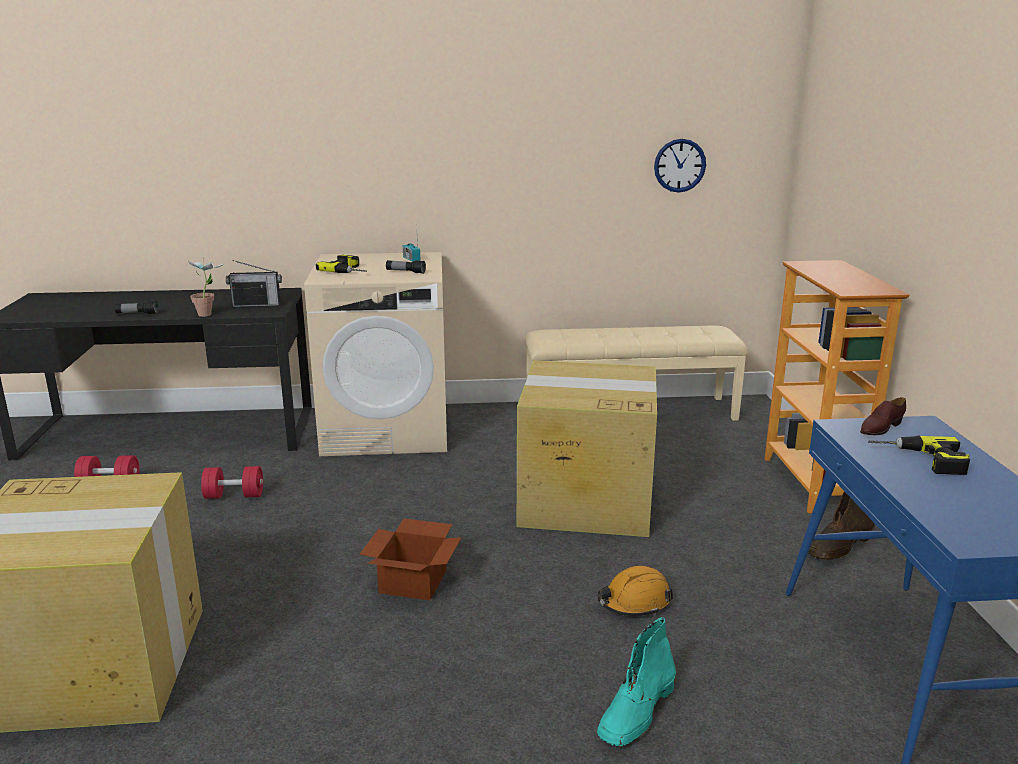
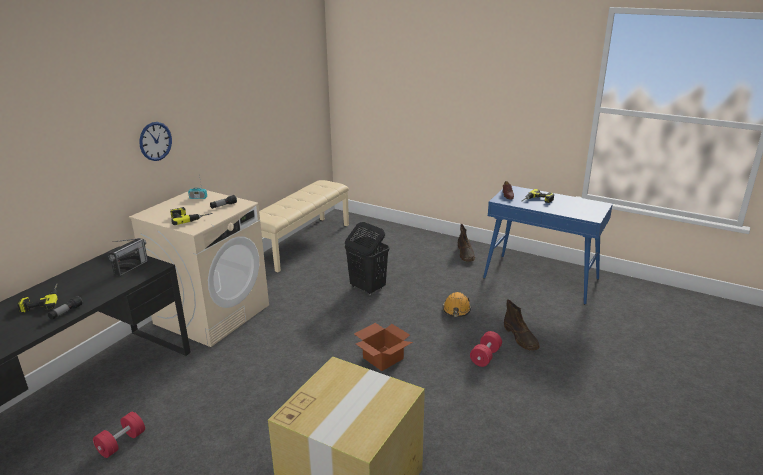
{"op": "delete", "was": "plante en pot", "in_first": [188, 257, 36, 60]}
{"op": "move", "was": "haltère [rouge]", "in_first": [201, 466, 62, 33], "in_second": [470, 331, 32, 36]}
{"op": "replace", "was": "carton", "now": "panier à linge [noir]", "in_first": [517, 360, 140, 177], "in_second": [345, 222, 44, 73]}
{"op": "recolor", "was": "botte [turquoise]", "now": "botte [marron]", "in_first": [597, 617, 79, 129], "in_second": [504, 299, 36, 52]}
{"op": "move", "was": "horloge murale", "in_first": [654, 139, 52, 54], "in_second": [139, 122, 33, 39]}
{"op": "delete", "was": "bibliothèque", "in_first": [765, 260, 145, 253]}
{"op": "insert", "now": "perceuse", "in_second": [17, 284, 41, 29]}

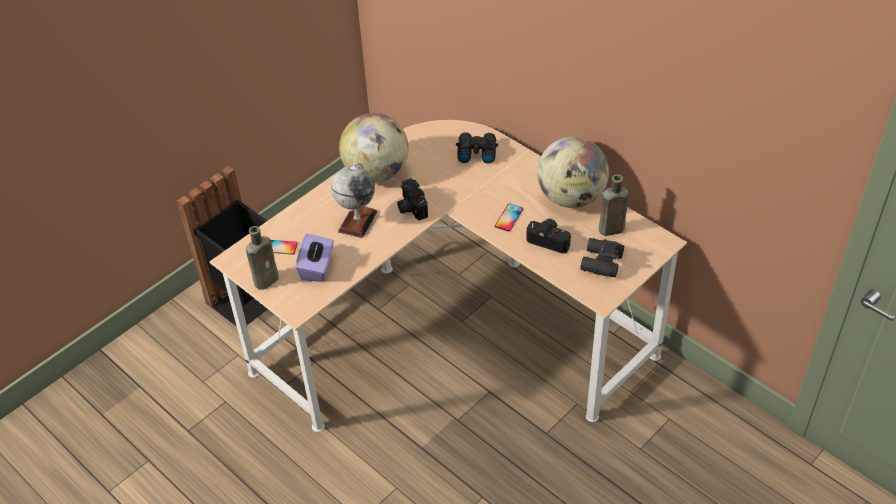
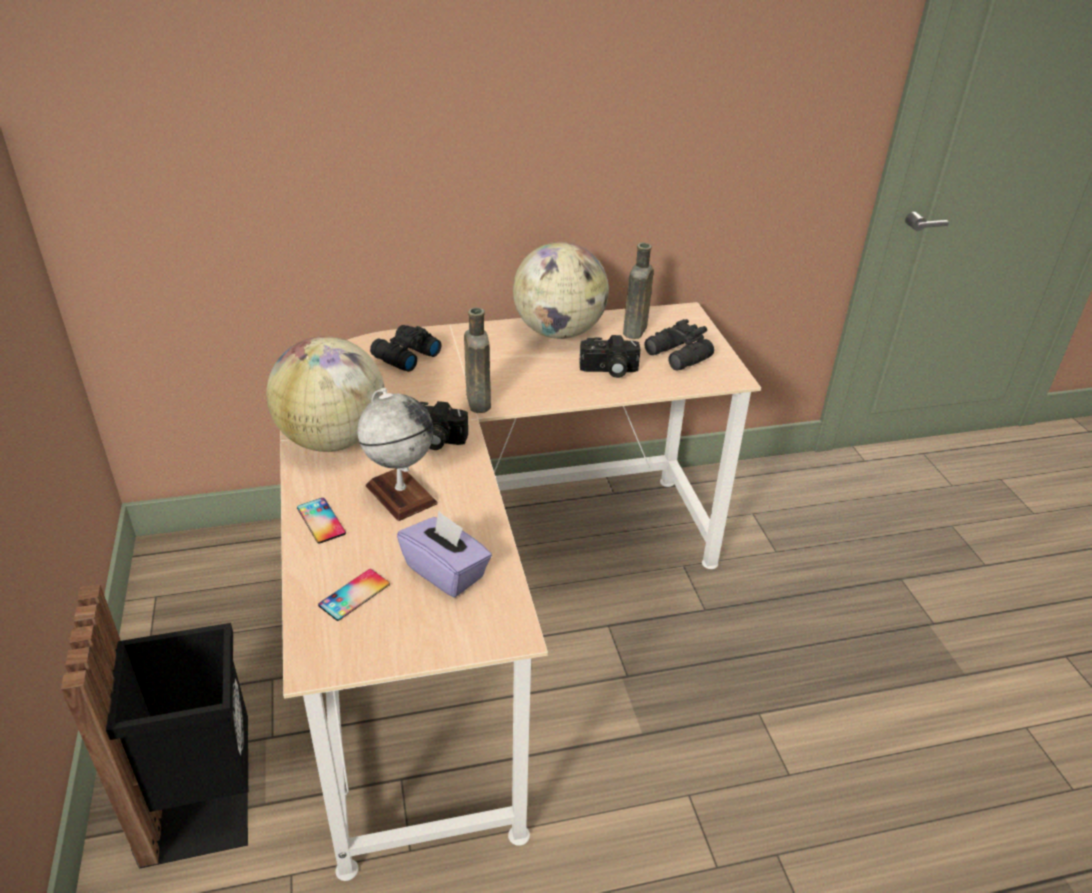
{"op": "move", "was": "bouteille [marron]", "in_first": [246, 226, 32, 63], "in_second": [464, 307, 27, 106]}
{"op": "move", "was": "téléphone", "in_first": [495, 203, 28, 29], "in_second": [297, 498, 49, 46]}
{"op": "rotate", "was": "appareil photo", "in_first": [526, 219, 45, 34], "in_second": [579, 335, 61, 43], "clockwise": -150}

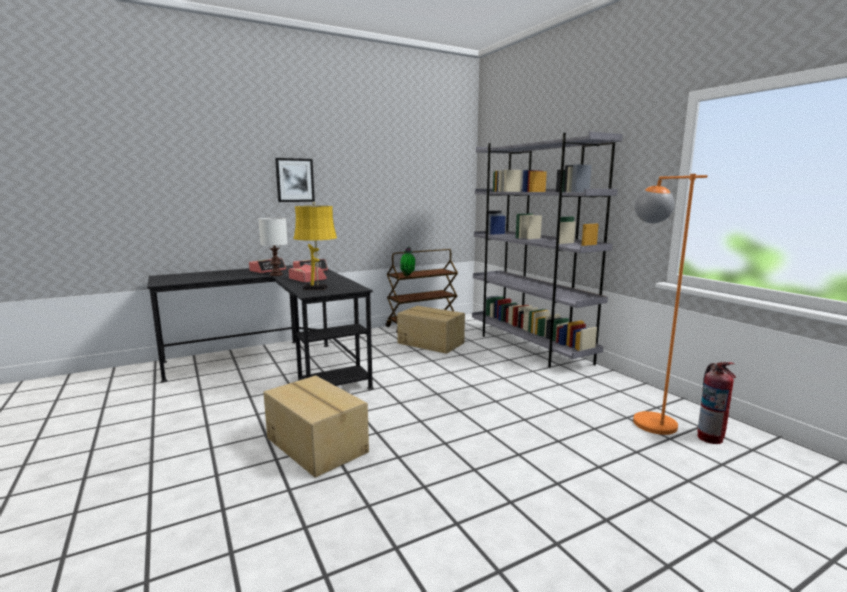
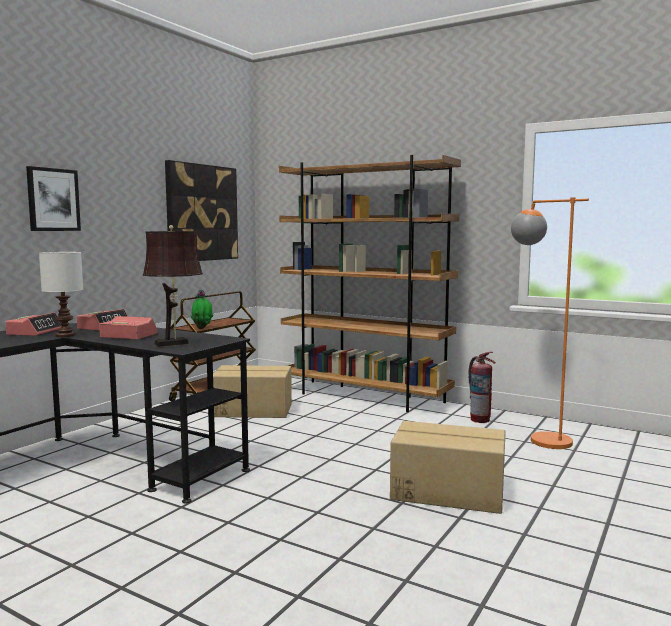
{"op": "move", "was": "carton", "in_first": [263, 375, 106, 103], "in_second": [390, 421, 116, 93]}
{"op": "recolor", "was": "lampe de table [jaune]", "now": "lampe de table [marron]", "in_first": [293, 202, 44, 88], "in_second": [143, 225, 60, 122]}
{"op": "recolor", "was": "bibliothèque [gris]", "now": "bibliothèque [marron]", "in_first": [472, 131, 151, 236], "in_second": [279, 155, 182, 257]}
{"op": "move", "was": "extincteur", "in_first": [698, 362, 38, 82], "in_second": [468, 352, 28, 71]}
{"op": "insert", "now": "tableau", "in_second": [165, 160, 73, 101]}

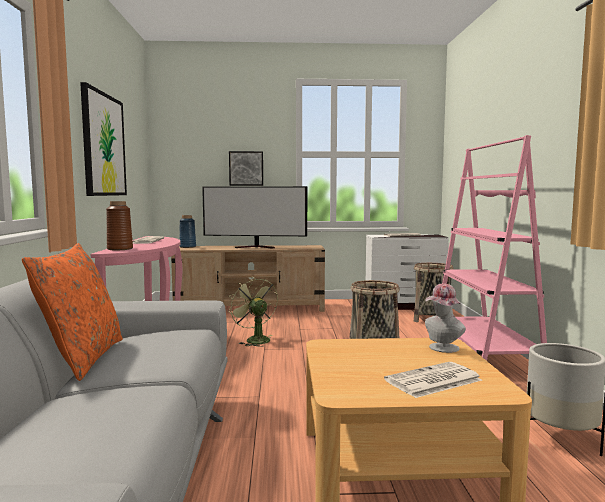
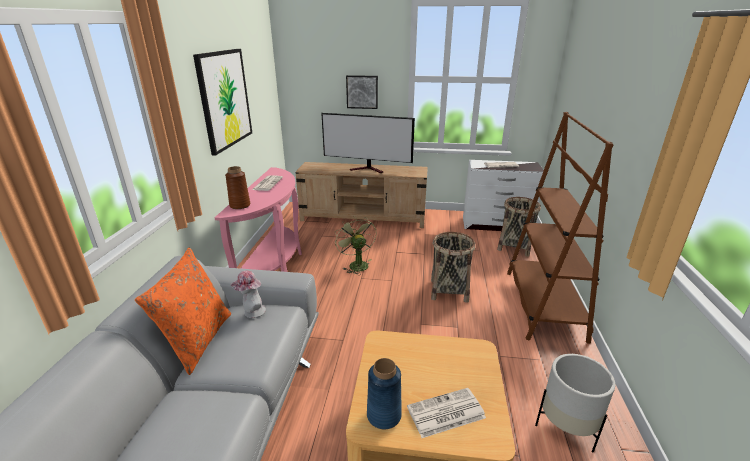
{"op": "move", "was": "vase [bleu]", "in_first": [179, 215, 17, 33], "in_second": [367, 358, 35, 71]}
{"op": "move", "was": "chapeau", "in_first": [425, 283, 41, 70], "in_second": [230, 271, 36, 47]}
{"op": "recolor", "was": "bibliothèque [rose]", "now": "bibliothèque [marron]", "in_first": [442, 135, 105, 226], "in_second": [507, 112, 106, 231]}

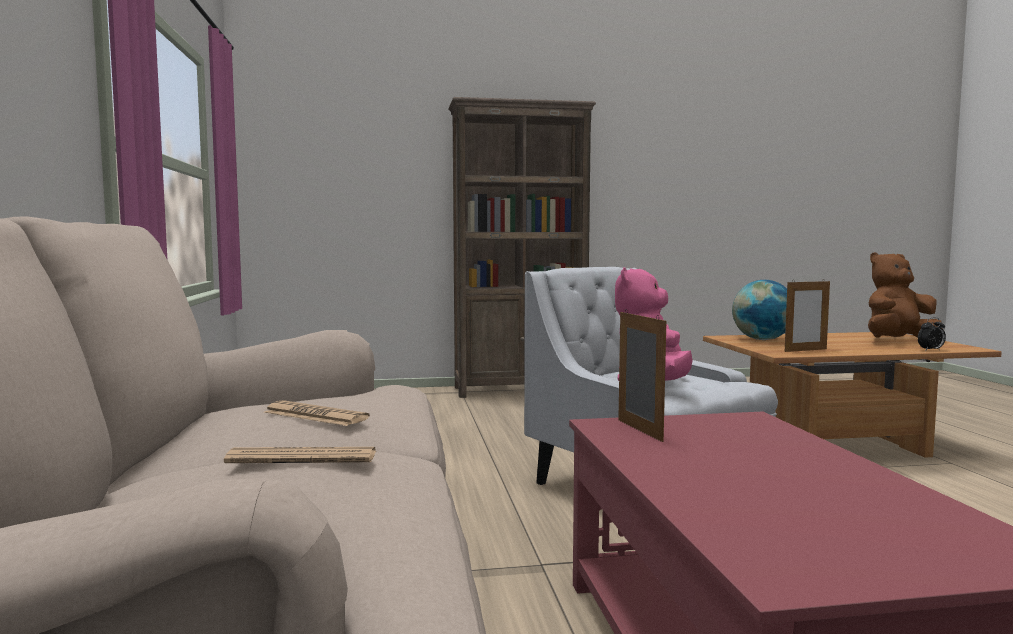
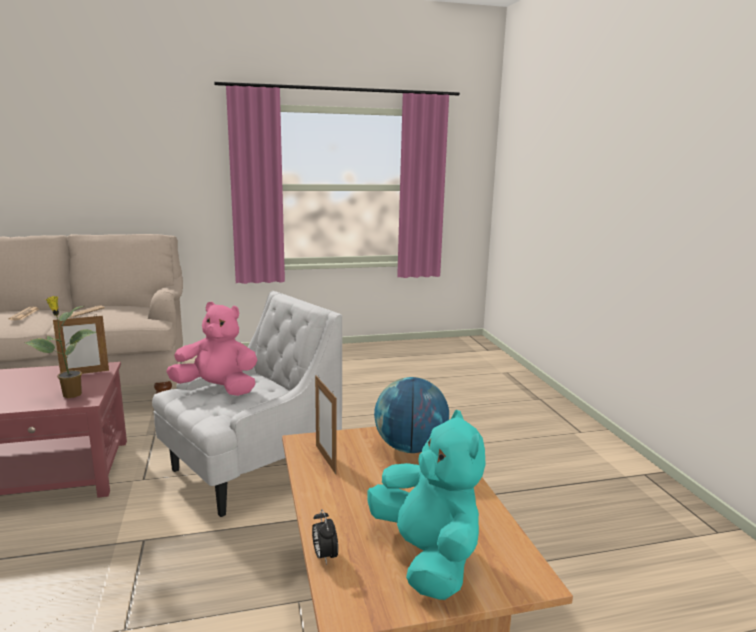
{"op": "delete", "was": "bibliothèque [marron]", "in_first": [448, 97, 148, 301]}
{"op": "recolor", "was": "peluche [marron]", "now": "peluche [turquoise]", "in_first": [868, 252, 75, 86], "in_second": [367, 410, 119, 190]}
{"op": "insert", "now": "plante en pot", "in_second": [25, 296, 72, 102]}

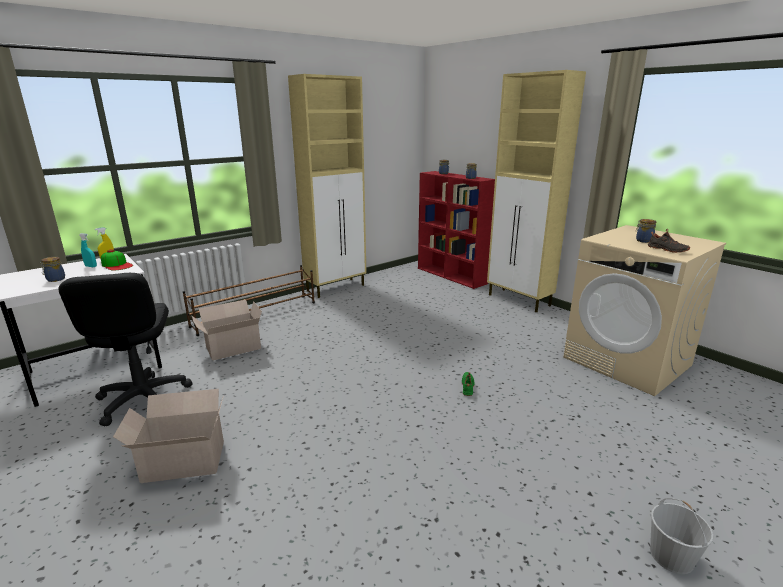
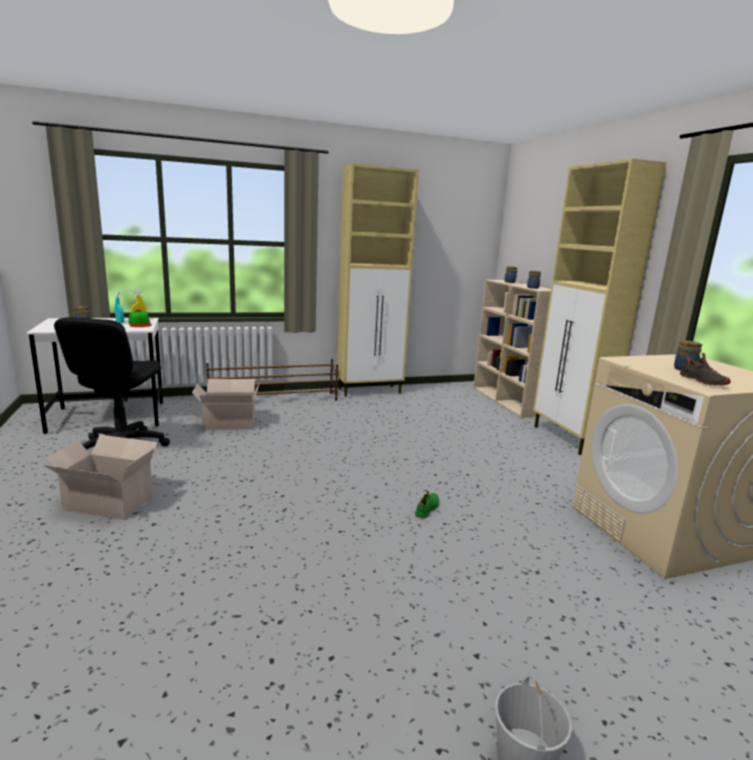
{"op": "recolor", "was": "bibliothèque [rouge]", "now": "bibliothèque [beige]", "in_first": [418, 171, 77, 118], "in_second": [473, 280, 78, 138]}

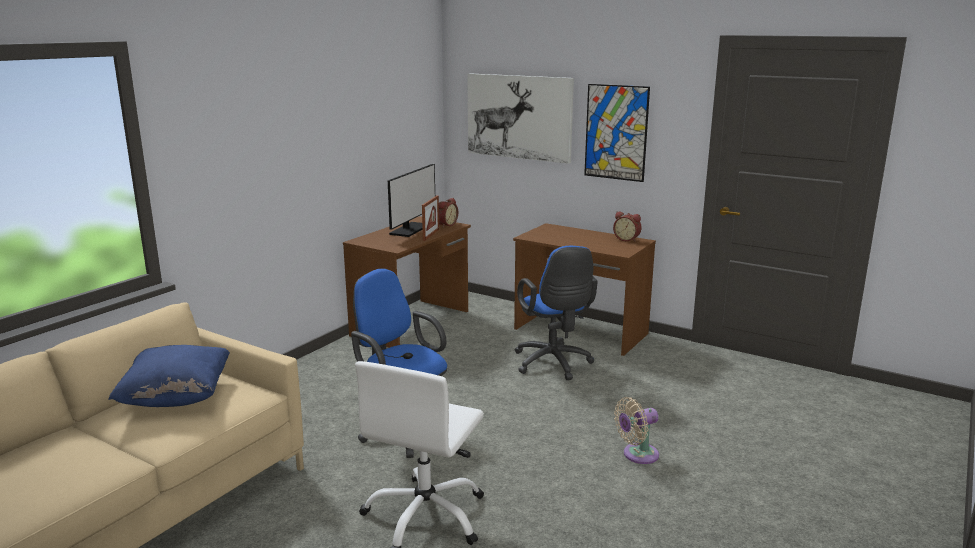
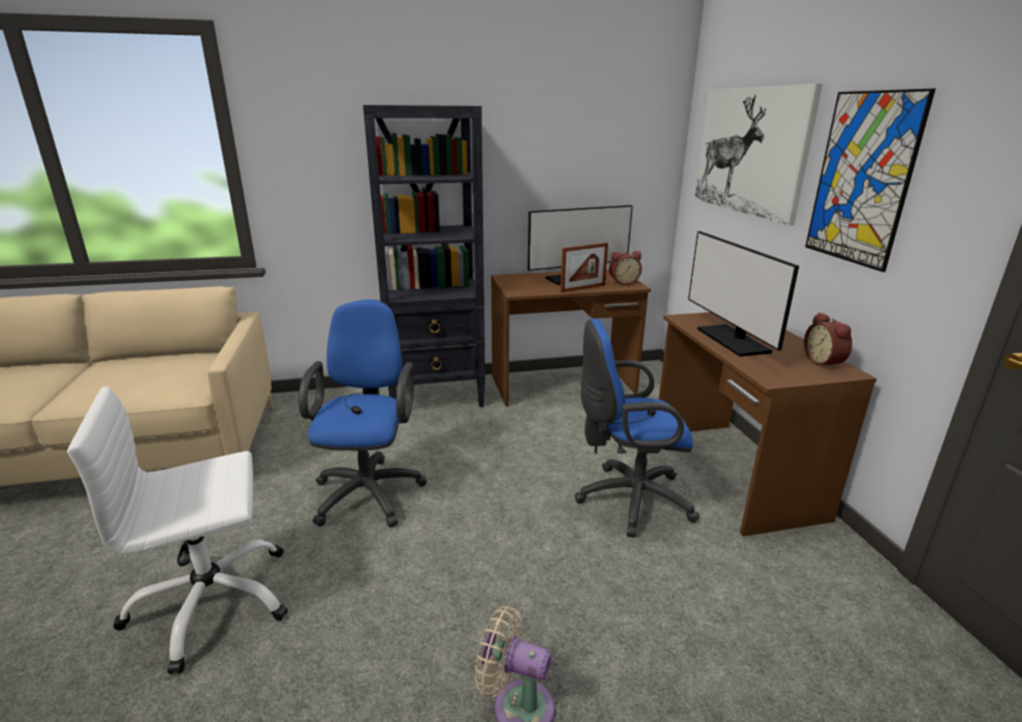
{"op": "delete", "was": "coussin [bleu]", "in_first": [108, 345, 122, 62]}
{"op": "rotate", "was": "chaise de bureau [bleu]", "in_first": [514, 246, 84, 134], "in_second": [575, 319, 124, 218], "clockwise": 60}
{"op": "insert", "now": "bibliothèque [noir]", "in_second": [363, 105, 122, 302]}
{"op": "insert", "now": "écran d'ordinateur", "in_second": [688, 231, 111, 126]}

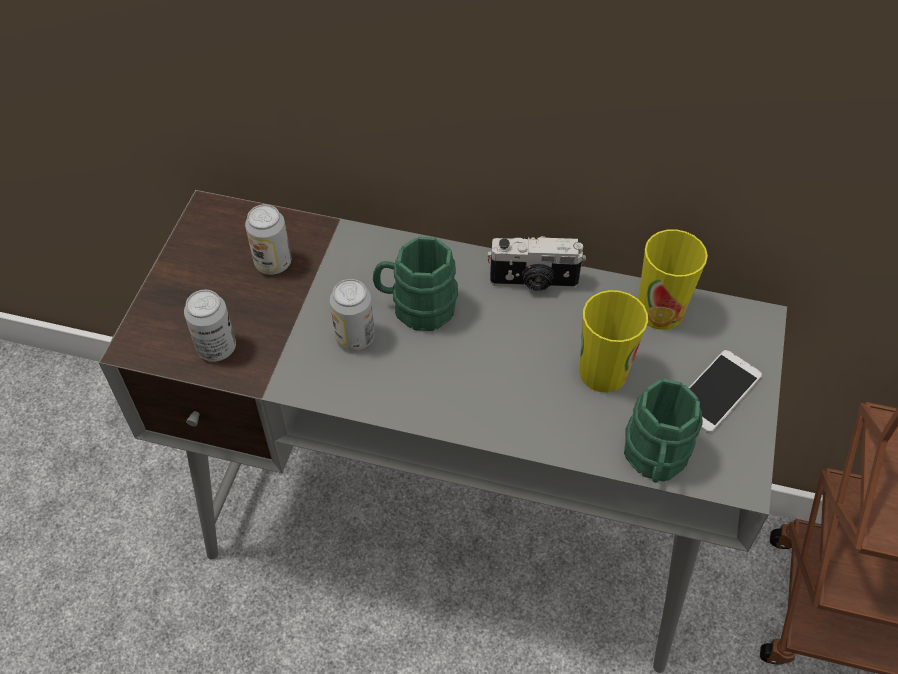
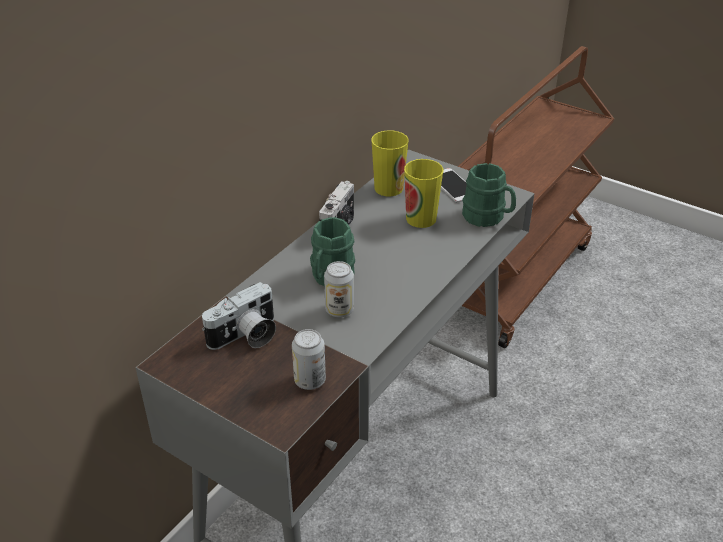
{"op": "replace", "was": "boîte métallique", "now": "appareil photo", "in_first": [245, 204, 46, 71], "in_second": [202, 282, 74, 68]}

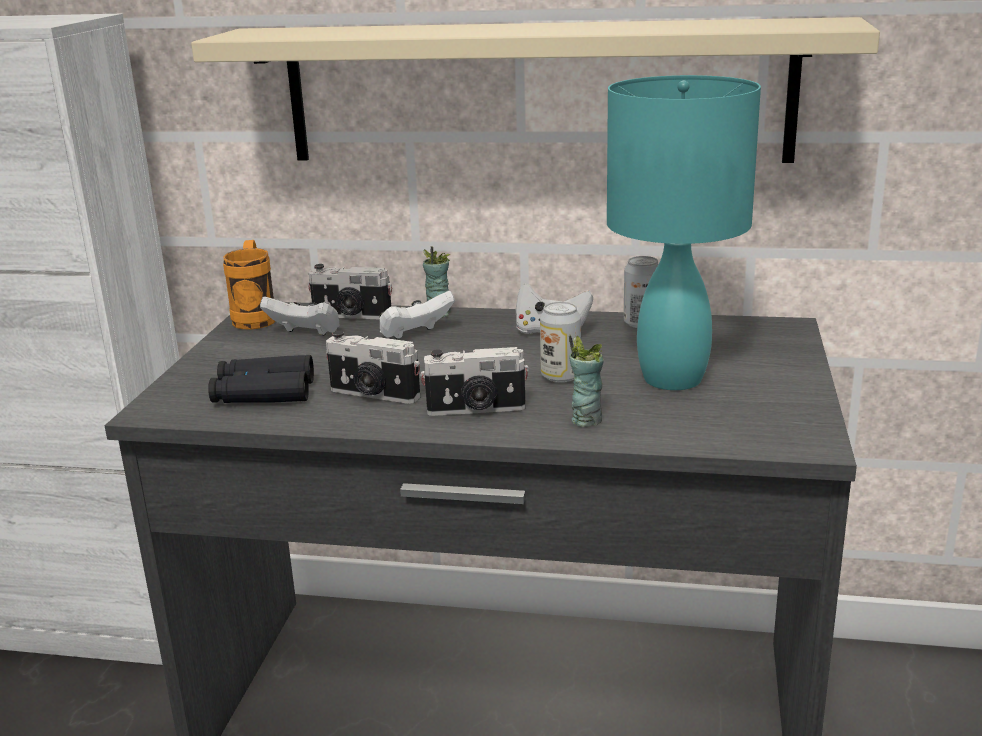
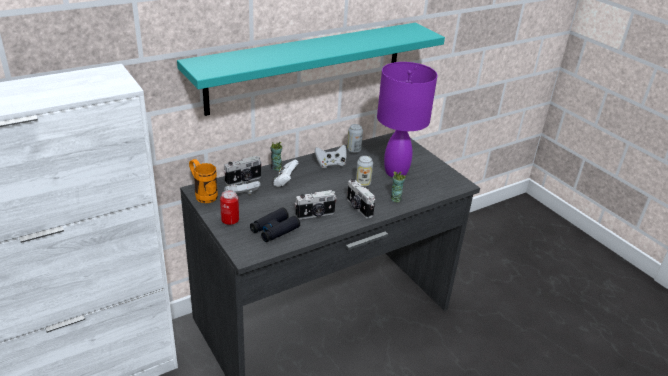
{"op": "recolor", "was": "étagère [beige]", "now": "étagère [turquoise]", "in_first": [191, 17, 689, 146], "in_second": [177, 23, 268, 93]}
{"op": "rotate", "was": "appareil photo", "in_first": [420, 347, 109, 69], "in_second": [347, 179, 28, 40], "clockwise": 105}
{"op": "recolor", "was": "lampe de table [turquoise]", "now": "lampe de table [violet]", "in_first": [607, 75, 154, 315], "in_second": [377, 62, 60, 115]}
{"op": "insert", "now": "boîte métallique", "in_second": [220, 190, 19, 35]}

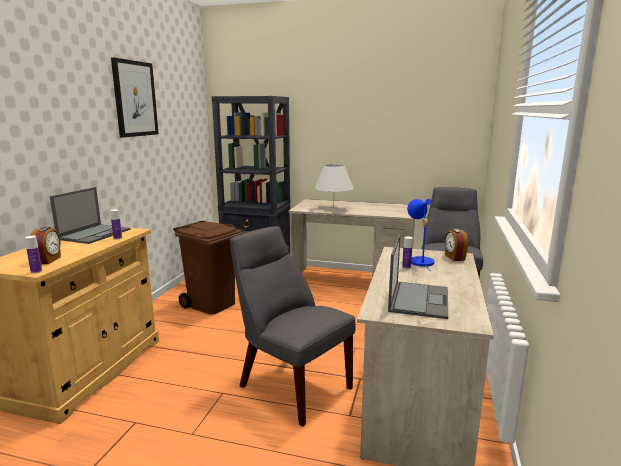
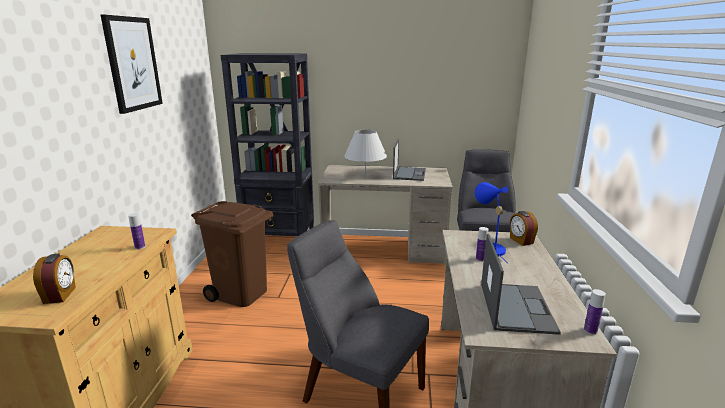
{"op": "move", "was": "bouteille", "in_first": [25, 236, 17, 38], "in_second": [584, 289, 22, 46]}
{"op": "move", "was": "ordinateur portable", "in_first": [50, 187, 80, 57], "in_second": [393, 139, 33, 42]}

